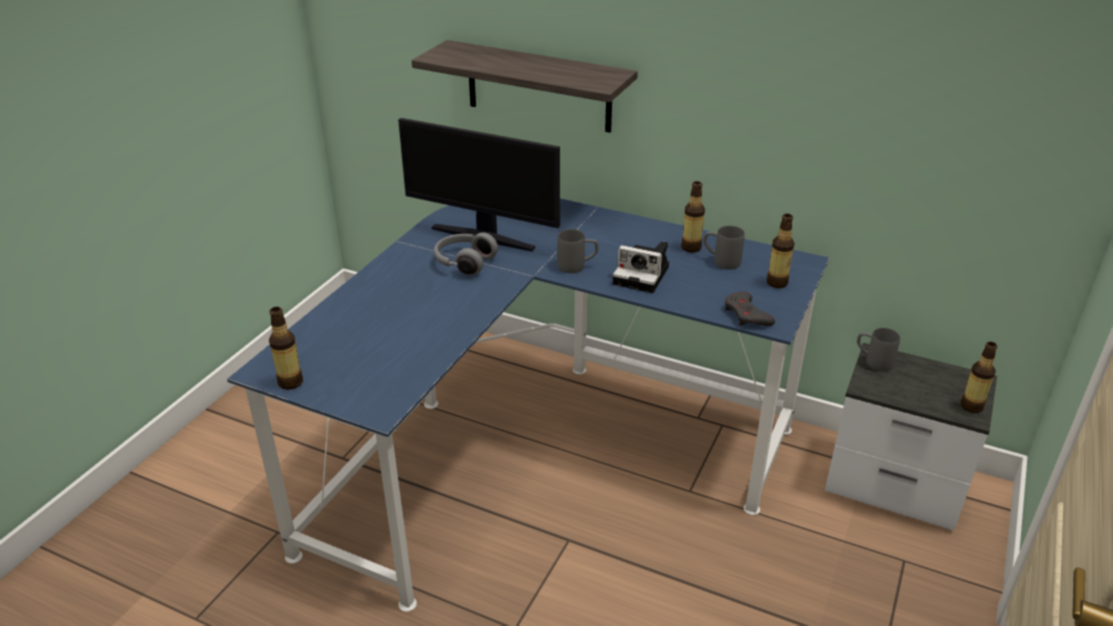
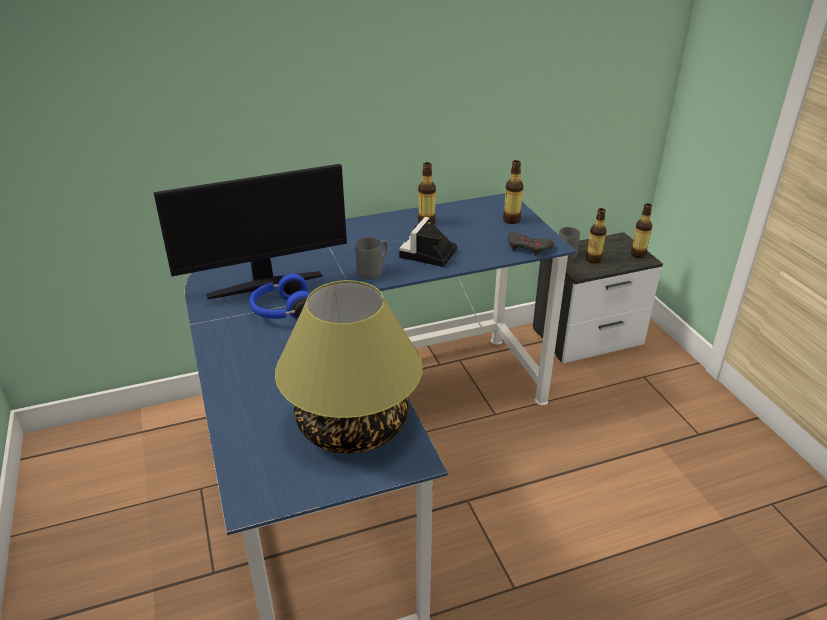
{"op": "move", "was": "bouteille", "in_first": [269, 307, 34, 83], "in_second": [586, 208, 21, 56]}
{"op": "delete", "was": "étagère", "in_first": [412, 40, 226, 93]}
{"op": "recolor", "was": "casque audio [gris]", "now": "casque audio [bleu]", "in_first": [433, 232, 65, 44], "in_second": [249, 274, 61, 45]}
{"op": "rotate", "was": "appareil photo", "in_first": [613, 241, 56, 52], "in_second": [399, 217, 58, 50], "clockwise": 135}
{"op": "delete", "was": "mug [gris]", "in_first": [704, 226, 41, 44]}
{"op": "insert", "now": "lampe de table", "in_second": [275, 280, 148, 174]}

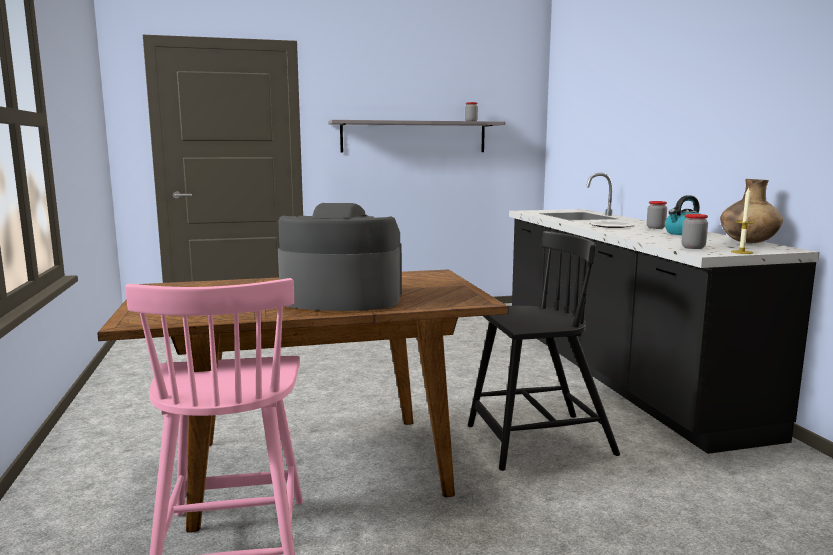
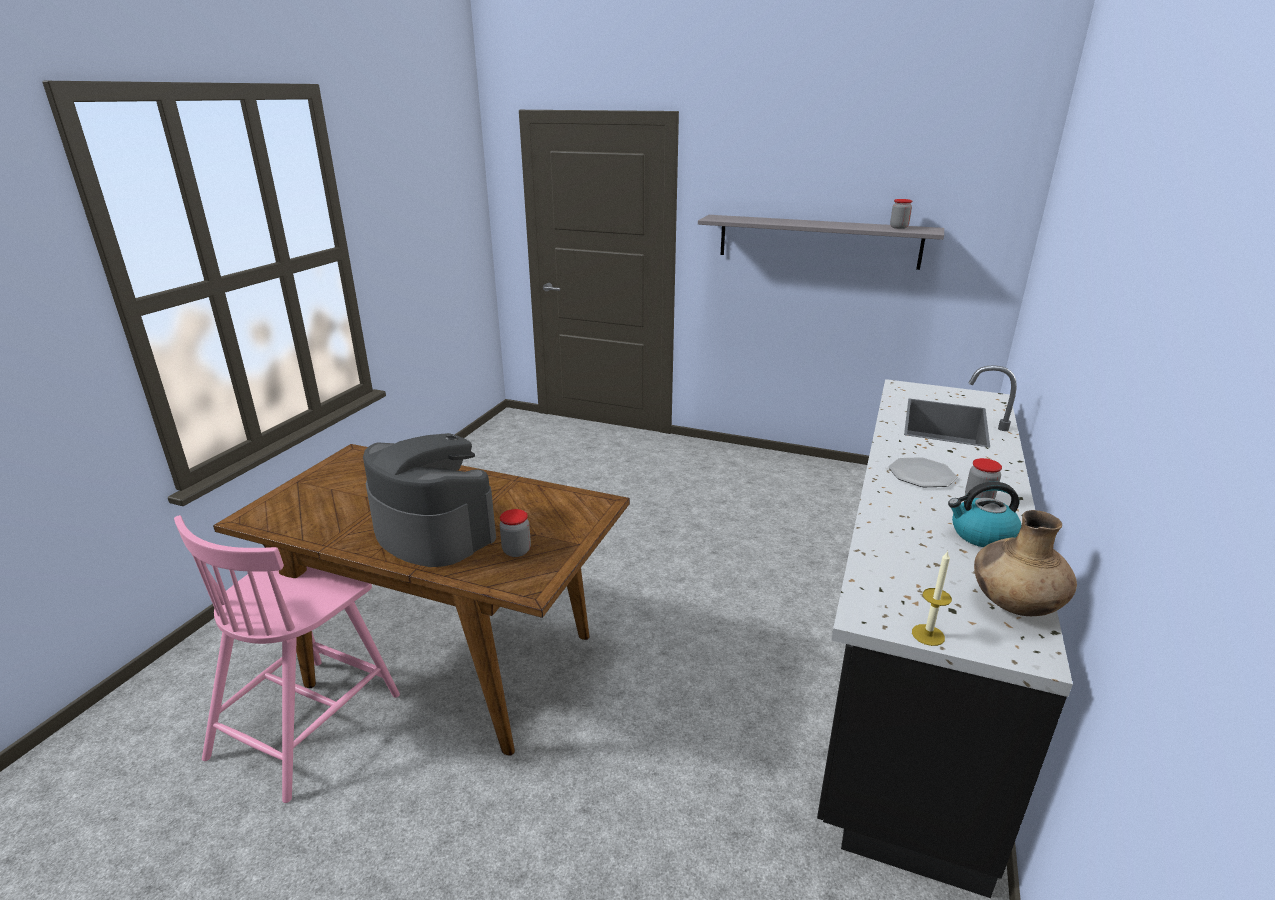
{"op": "delete", "was": "chaise [noir]", "in_first": [468, 231, 152, 240]}
{"op": "move", "was": "bocal", "in_first": [682, 214, 26, 35], "in_second": [500, 509, 31, 48]}

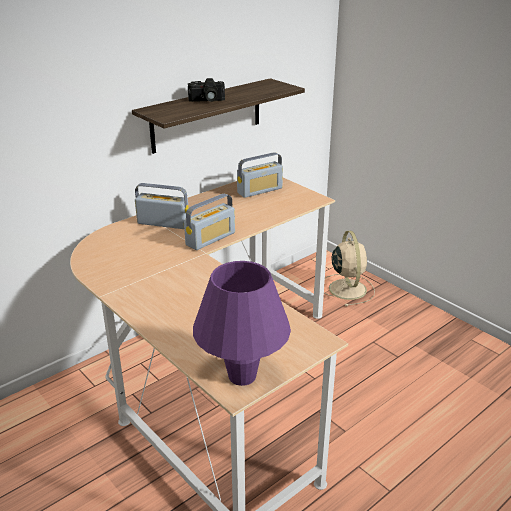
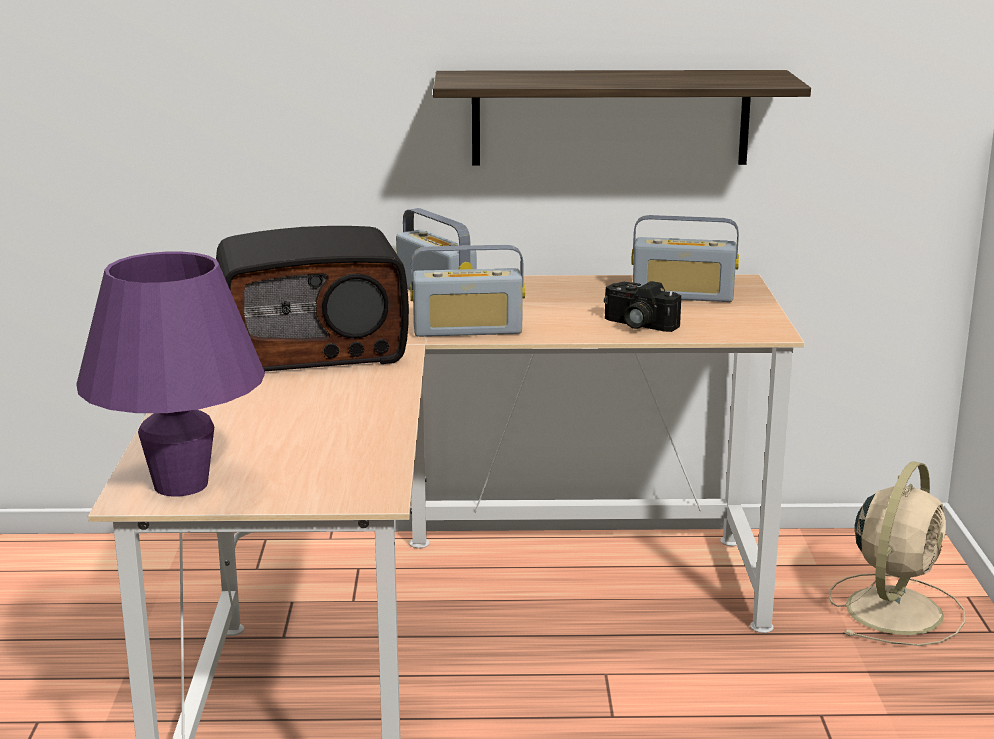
{"op": "move", "was": "appareil photo", "in_first": [188, 78, 37, 24], "in_second": [604, 281, 77, 51]}
{"op": "insert", "now": "radio", "in_second": [216, 226, 193, 145]}

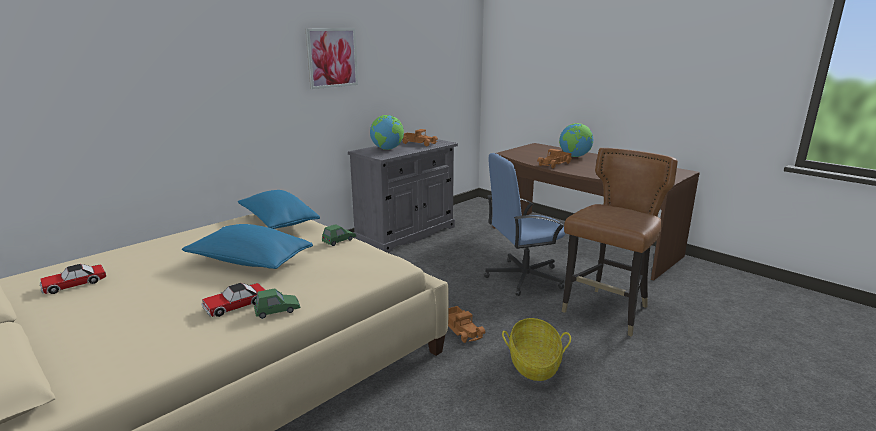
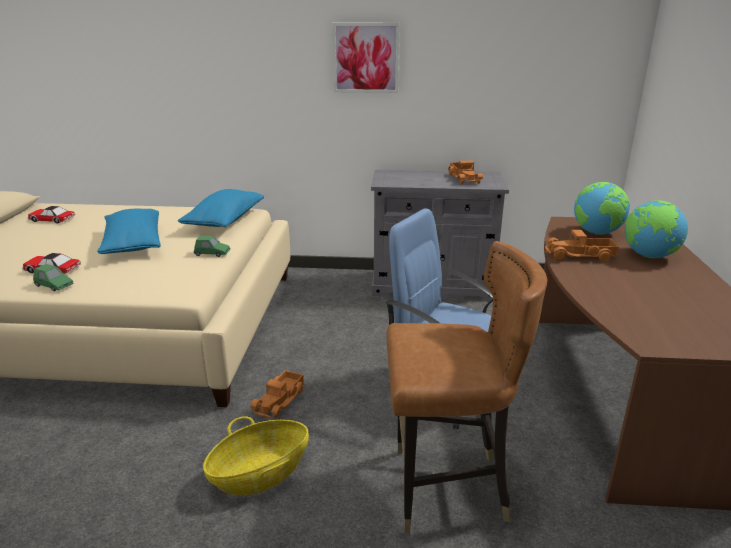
{"op": "move", "was": "globe", "in_first": [370, 115, 34, 35], "in_second": [574, 182, 56, 53]}

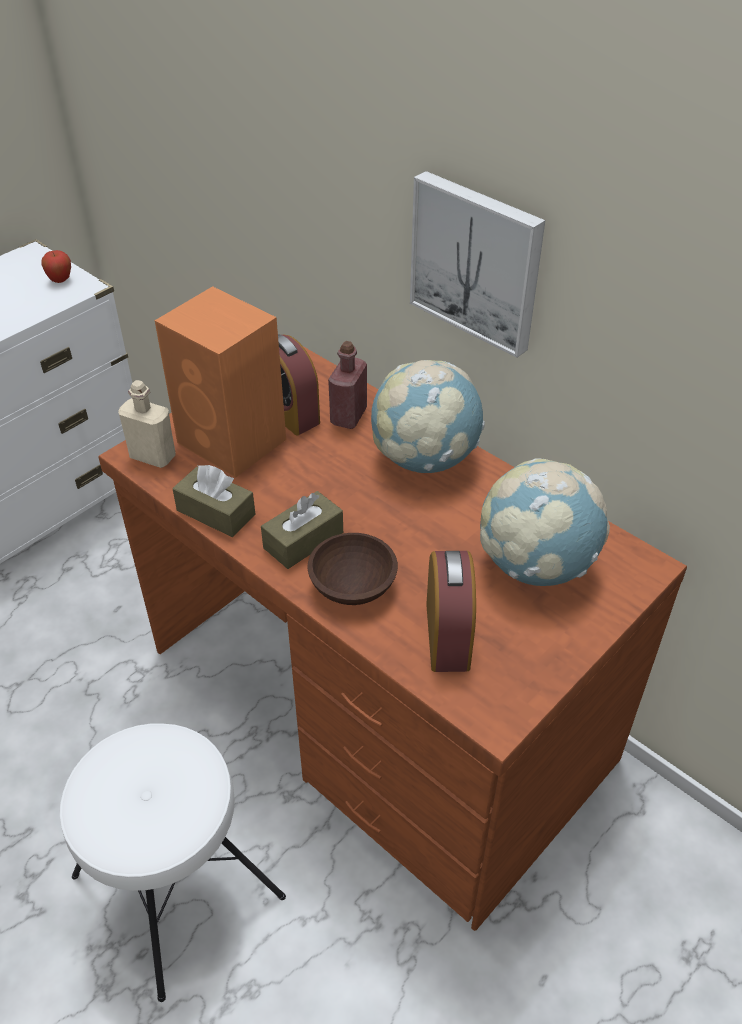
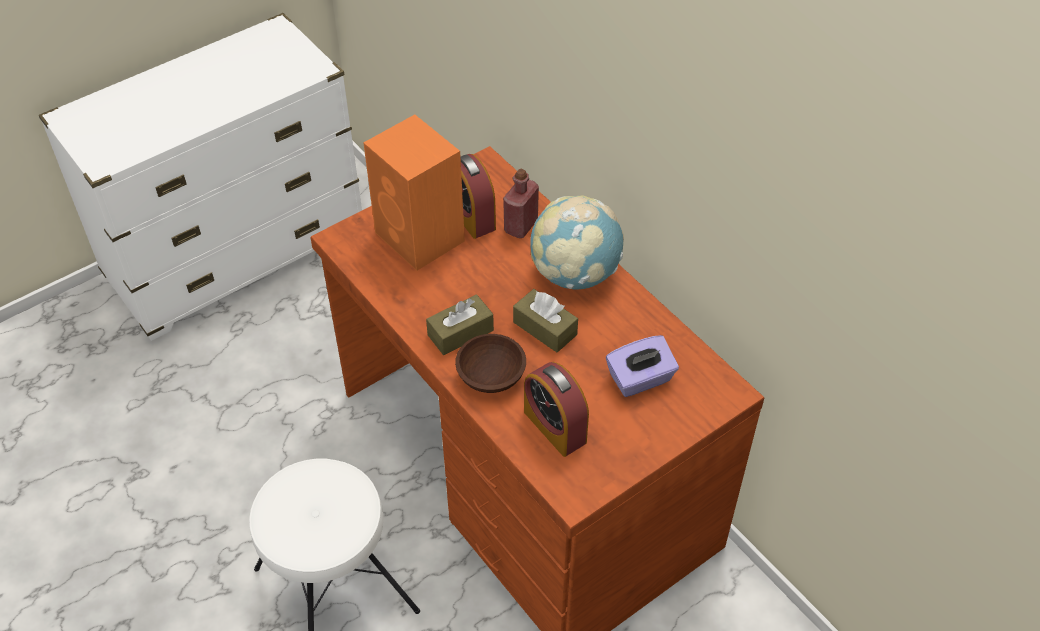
{"op": "delete", "was": "pomme", "in_first": [41, 250, 30, 33]}
{"op": "delete", "was": "bouteille [beige]", "in_first": [118, 380, 57, 88]}
{"op": "move", "was": "boîte à mouchoirs [marron]", "in_first": [172, 465, 84, 72], "in_second": [513, 289, 65, 63]}
{"op": "delete", "was": "tableau", "in_first": [410, 171, 135, 187]}
{"op": "rotate", "was": "réveil", "in_first": [426, 551, 50, 121], "in_second": [524, 362, 65, 95], "clockwise": 135}
{"op": "replace", "was": "globe", "now": "boîte à mouchoirs [violet]", "in_first": [480, 458, 130, 128], "in_second": [606, 335, 73, 62]}

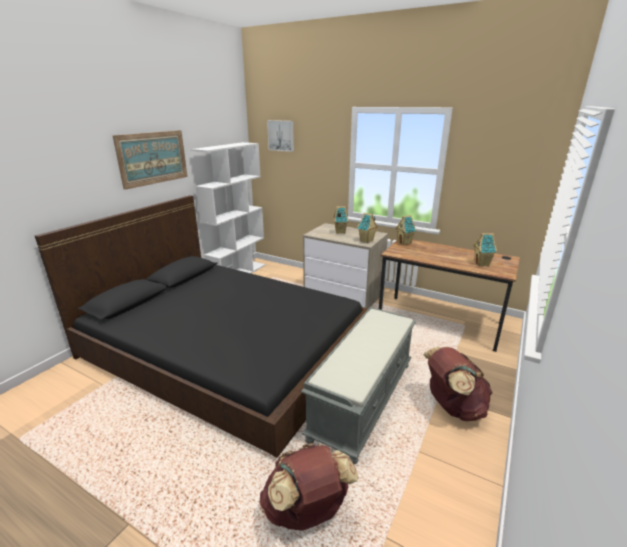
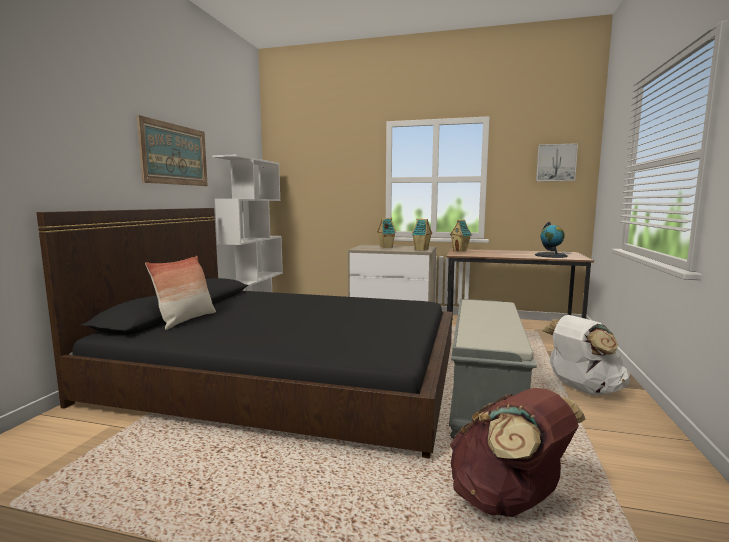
{"op": "move", "was": "tableau", "in_first": [267, 120, 27, 32], "in_second": [536, 143, 42, 38]}
{"op": "recolor", "was": "sac à dos [marron]", "now": "sac à dos [blanc]", "in_first": [423, 347, 70, 74], "in_second": [542, 315, 88, 80]}
{"op": "replace", "was": "maison miniature", "now": "globe", "in_first": [473, 233, 24, 33], "in_second": [535, 222, 33, 36]}
{"op": "insert", "now": "coussin", "in_second": [145, 256, 71, 74]}

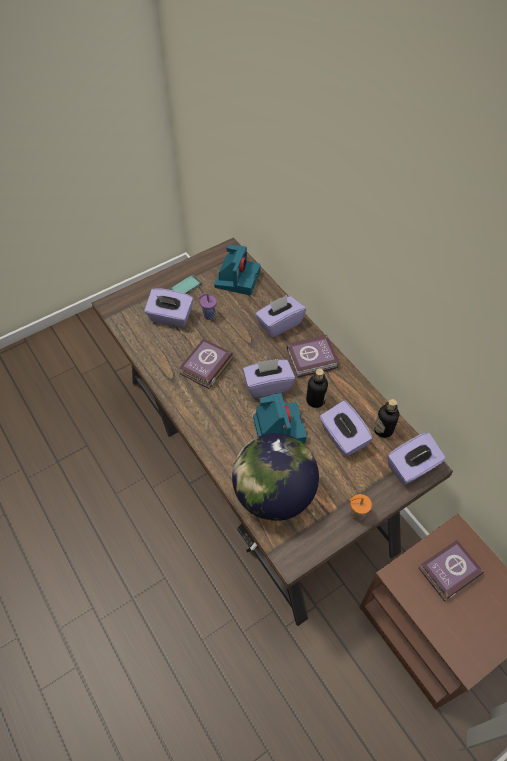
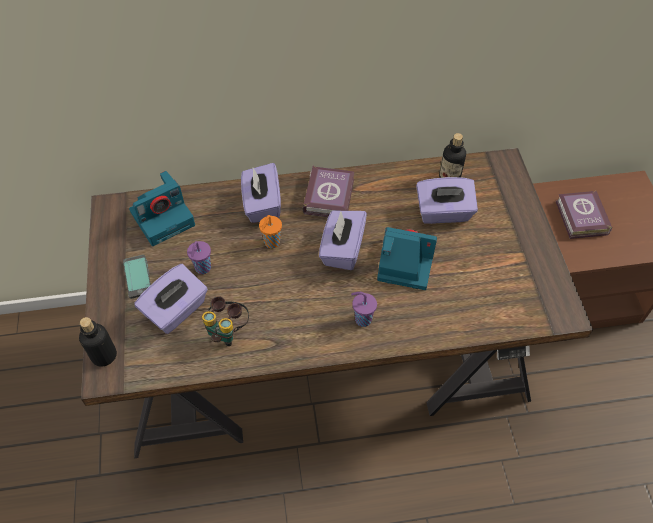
{"op": "delete", "was": "livre", "in_first": [179, 339, 54, 50]}
{"op": "rotate", "was": "appareil photo", "in_first": [214, 245, 46, 50], "in_second": [129, 171, 66, 75], "clockwise": 105}
{"op": "delete", "was": "globe", "in_first": [232, 433, 87, 88]}
{"op": "move", "was": "bouteille", "in_first": [306, 369, 22, 39], "in_second": [79, 317, 38, 50]}
{"op": "move", "was": "tasse [orange]", "in_first": [349, 494, 23, 27], "in_second": [259, 215, 23, 33]}
{"op": "delete", "was": "boîte à mouchoirs [violet]", "in_first": [387, 432, 59, 53]}
{"op": "insert", "now": "jumelles", "in_second": [202, 296, 47, 50]}
{"op": "insert", "now": "tasse [violet]", "in_second": [351, 292, 26, 35]}

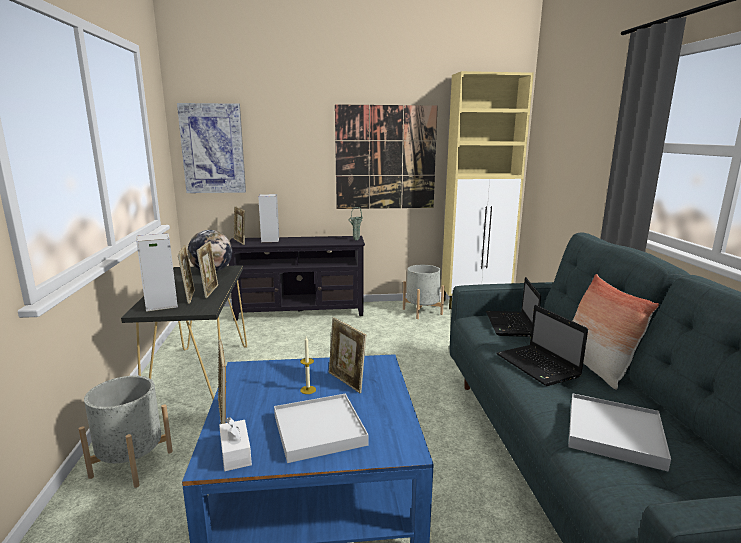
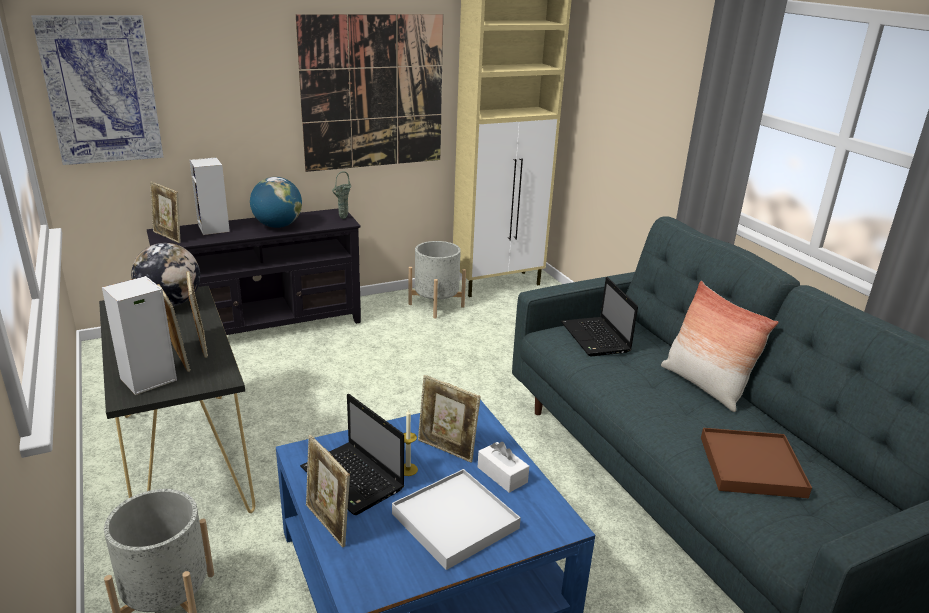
{"op": "move", "was": "boîte à mouchoirs [blanc]", "in_first": [219, 417, 33, 54], "in_second": [478, 442, 51, 51]}
{"op": "move", "was": "ordinateur portable", "in_first": [496, 305, 92, 81], "in_second": [300, 394, 104, 121]}
{"op": "recolor", "was": "plateau [blanc]", "now": "plateau [marron]", "in_first": [568, 394, 103, 77], "in_second": [701, 428, 111, 70]}
{"op": "insert", "now": "globe", "in_second": [250, 177, 52, 51]}

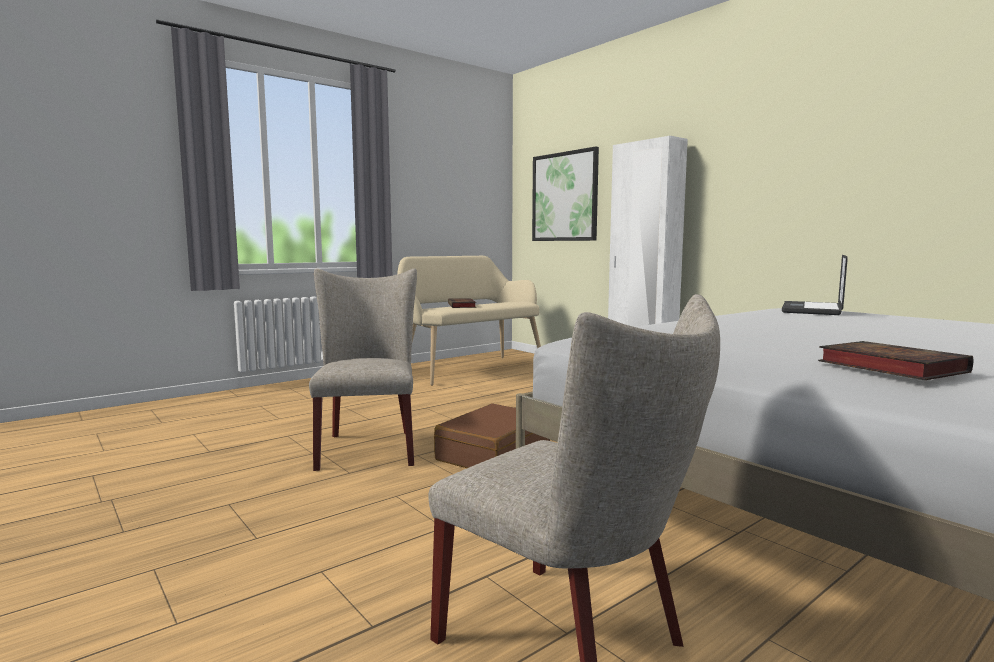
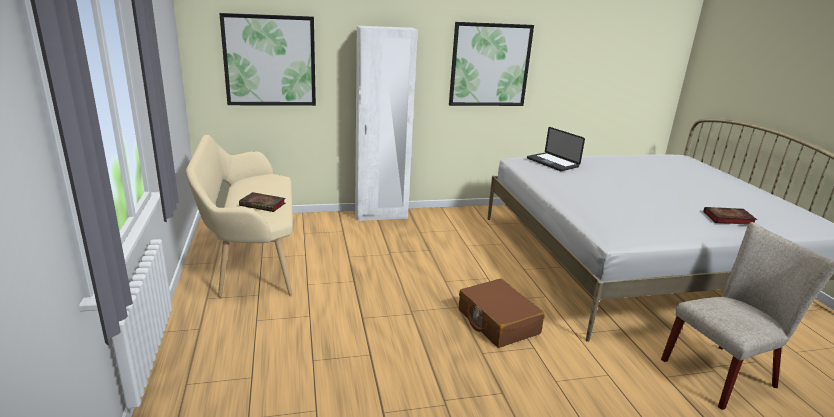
{"op": "delete", "was": "chaise [beige]", "in_first": [309, 268, 108, 203]}
{"op": "insert", "now": "tableau", "in_second": [449, 22, 85, 84]}

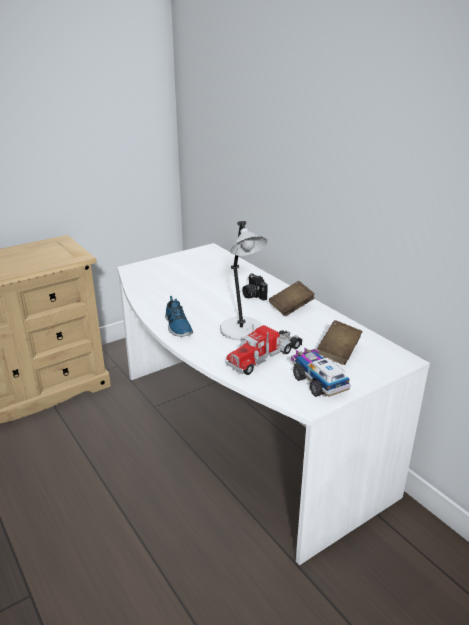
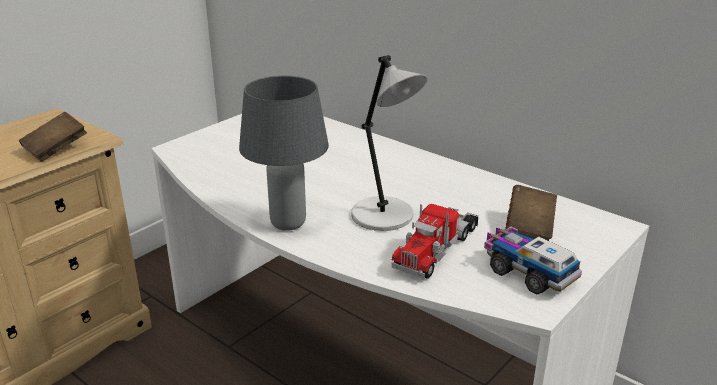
{"op": "replace", "was": "chaussure", "now": "lampe de table [gris]", "in_first": [165, 296, 28, 41], "in_second": [239, 76, 90, 155]}
{"op": "delete", "was": "appareil photo", "in_first": [242, 274, 26, 27]}
{"op": "move", "was": "livre [marron]", "in_first": [269, 281, 46, 35], "in_second": [19, 112, 68, 50]}

